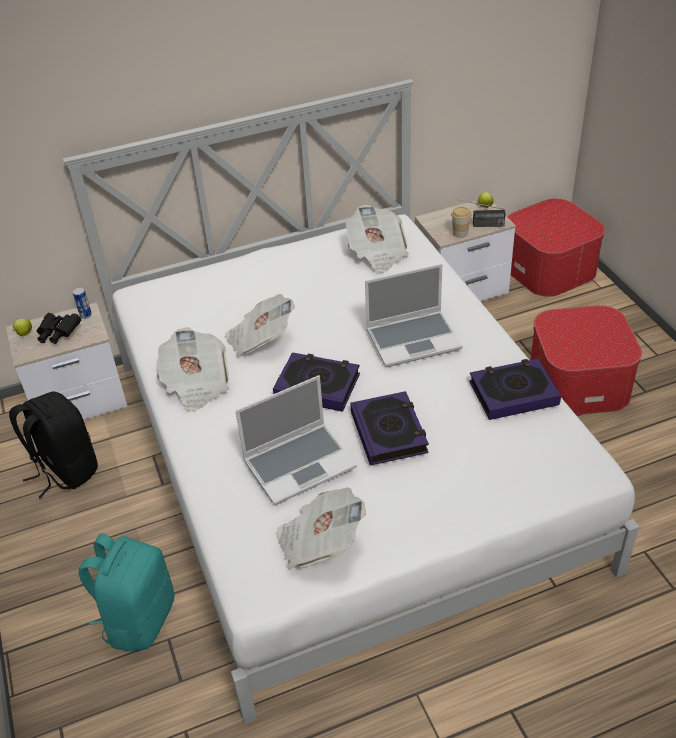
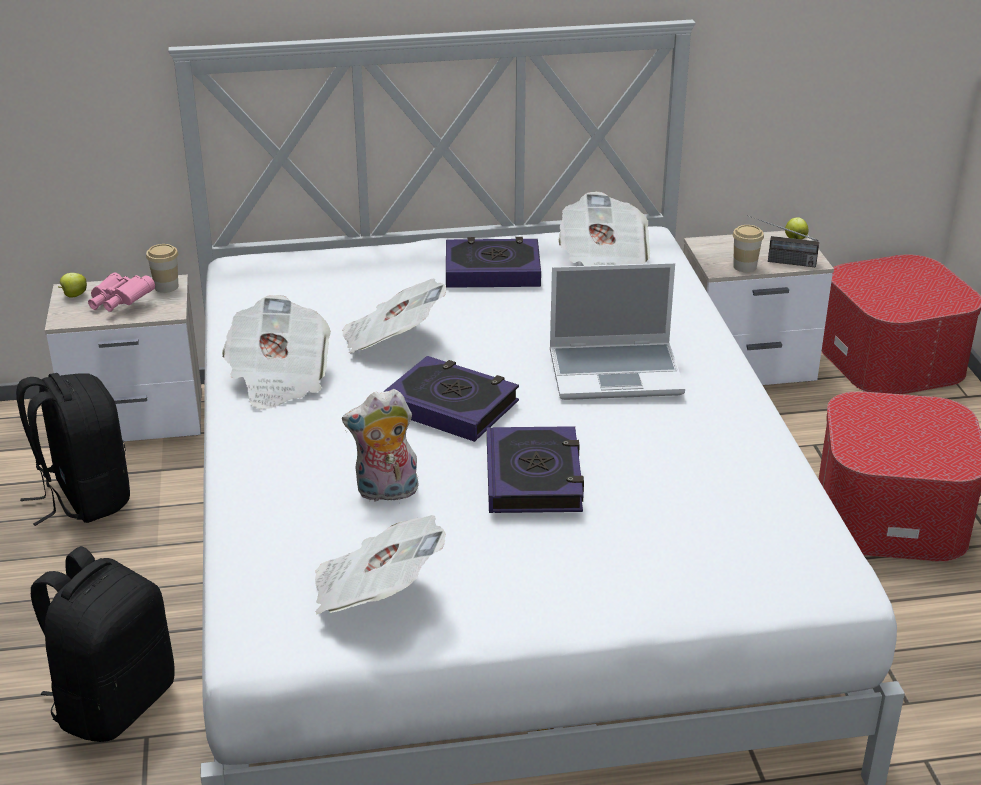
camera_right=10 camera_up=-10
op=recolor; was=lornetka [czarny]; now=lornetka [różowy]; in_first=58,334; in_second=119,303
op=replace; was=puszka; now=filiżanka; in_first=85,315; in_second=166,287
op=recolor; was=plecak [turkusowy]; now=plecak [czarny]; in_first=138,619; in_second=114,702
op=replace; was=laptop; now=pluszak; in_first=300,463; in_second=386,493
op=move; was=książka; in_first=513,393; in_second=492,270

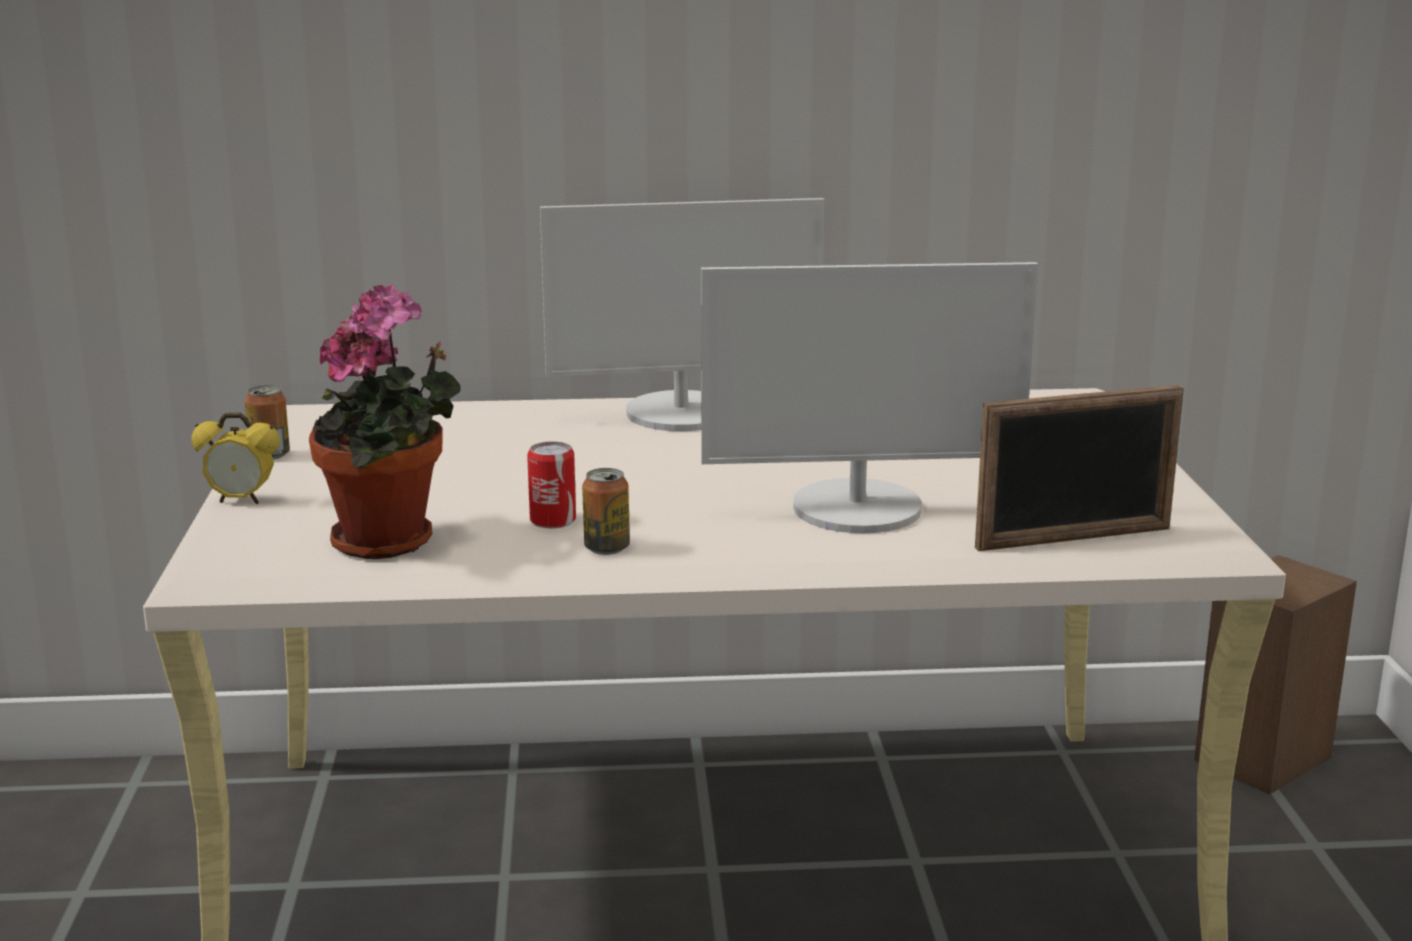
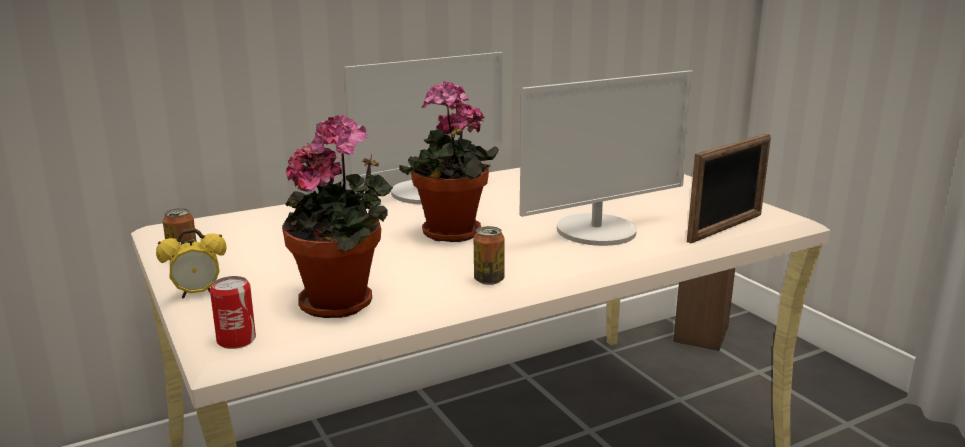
camera_right=-25 camera_up=0
op=move; was=puszka; in_first=553,520; in_second=236,340
op=insert; now=roślina doniczkowa; in_second=450,235

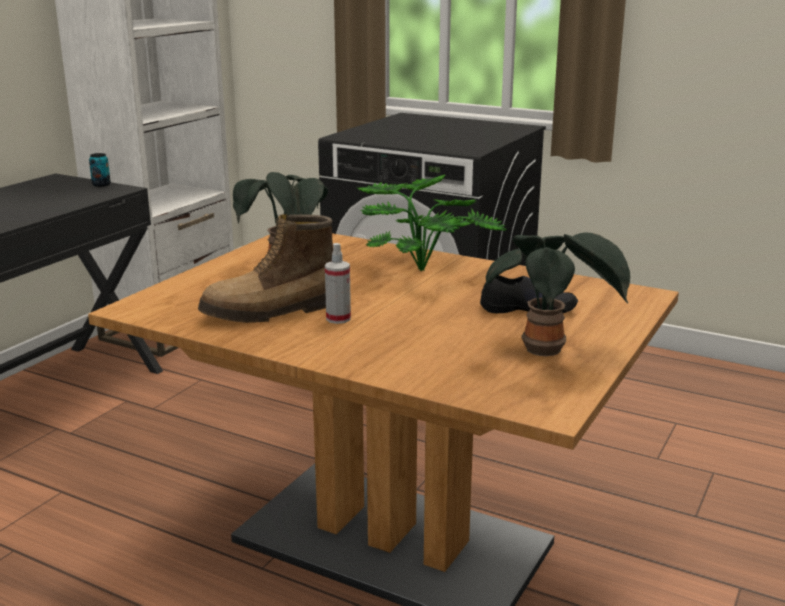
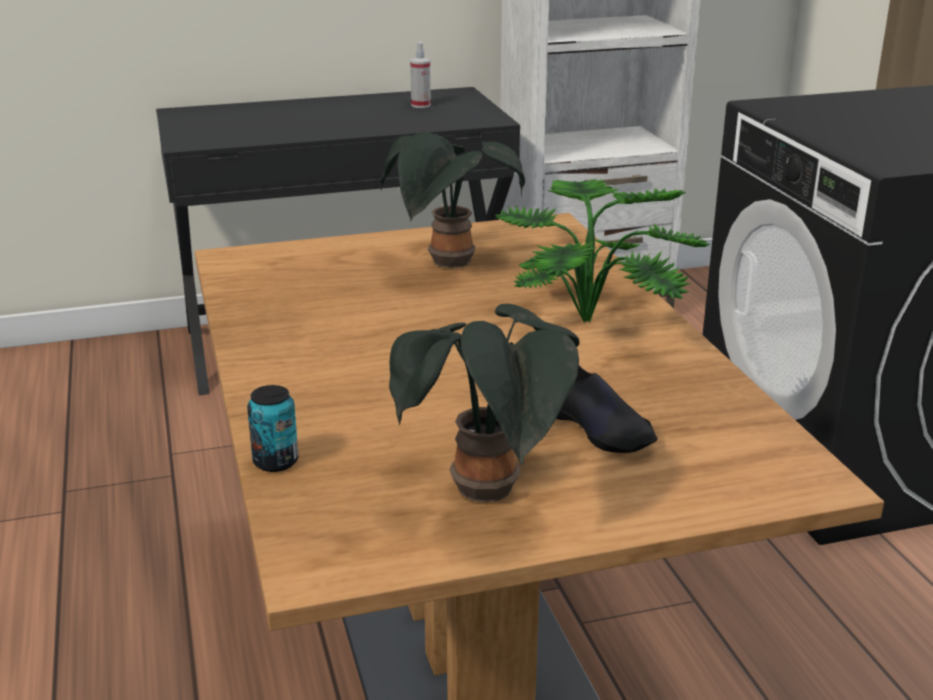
camera_right=45 camera_up=5
op=move; was=puszka; in_first=101,184; in_second=275,461
op=delete; was=but z cholewką; in_first=271,312
op=move; was=spryskiwacz; in_first=338,319; in_second=421,105

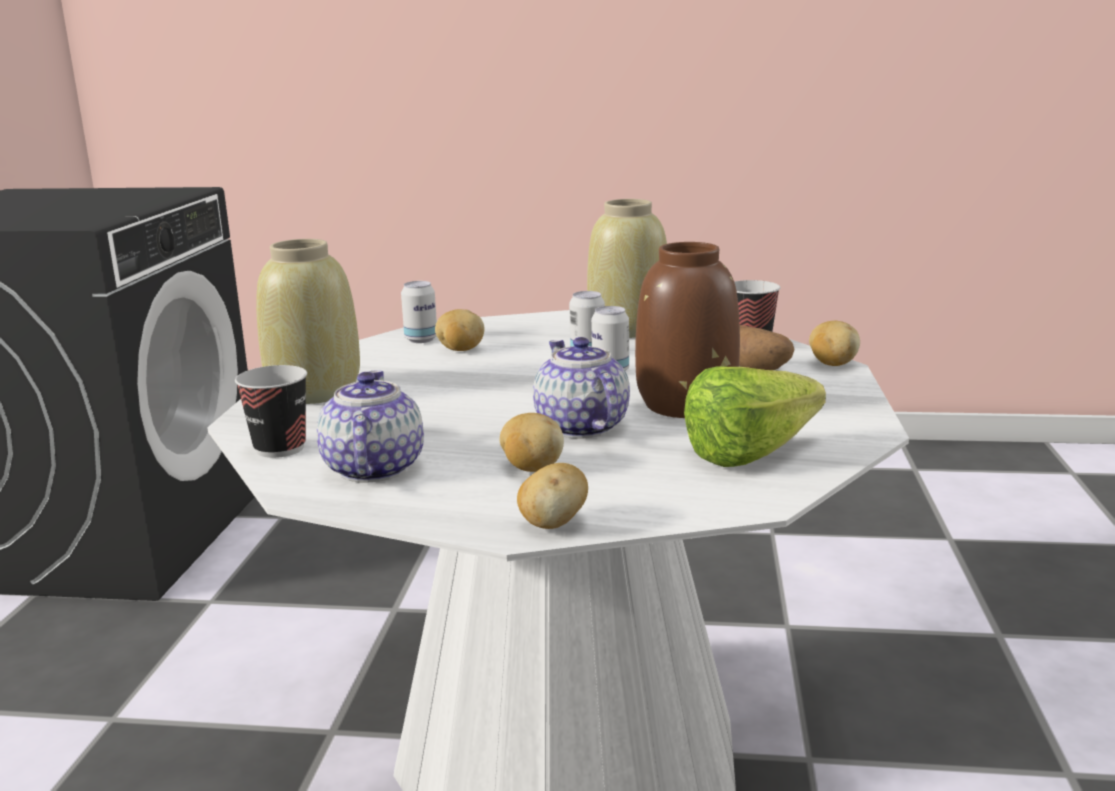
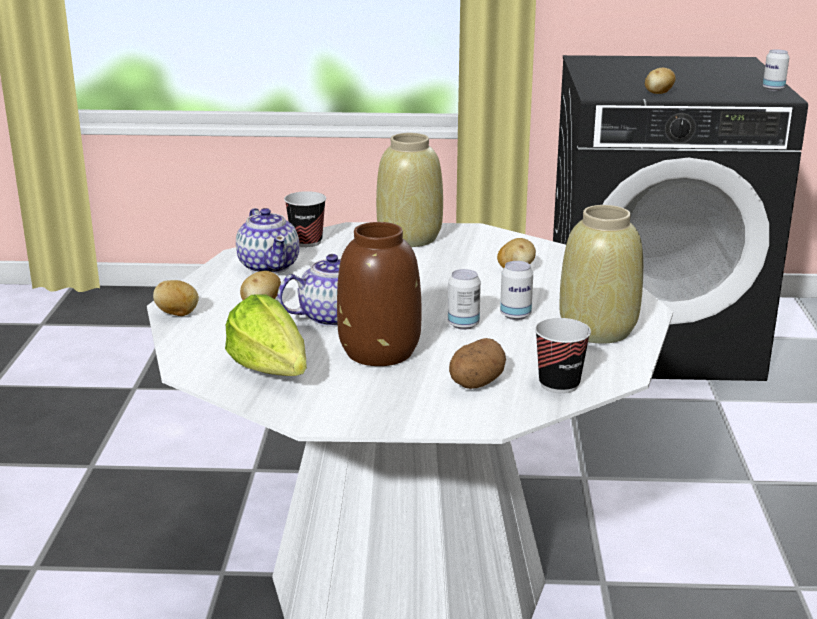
camera_right=85 camera_up=5
op=rotate; was=imbryk; in_first=372,469; in_second=269,266; clockwise=75
op=move; was=puszka; in_first=421,339; in_second=773,89
op=move; was=ziemniak; in_first=831,364; in_second=658,93

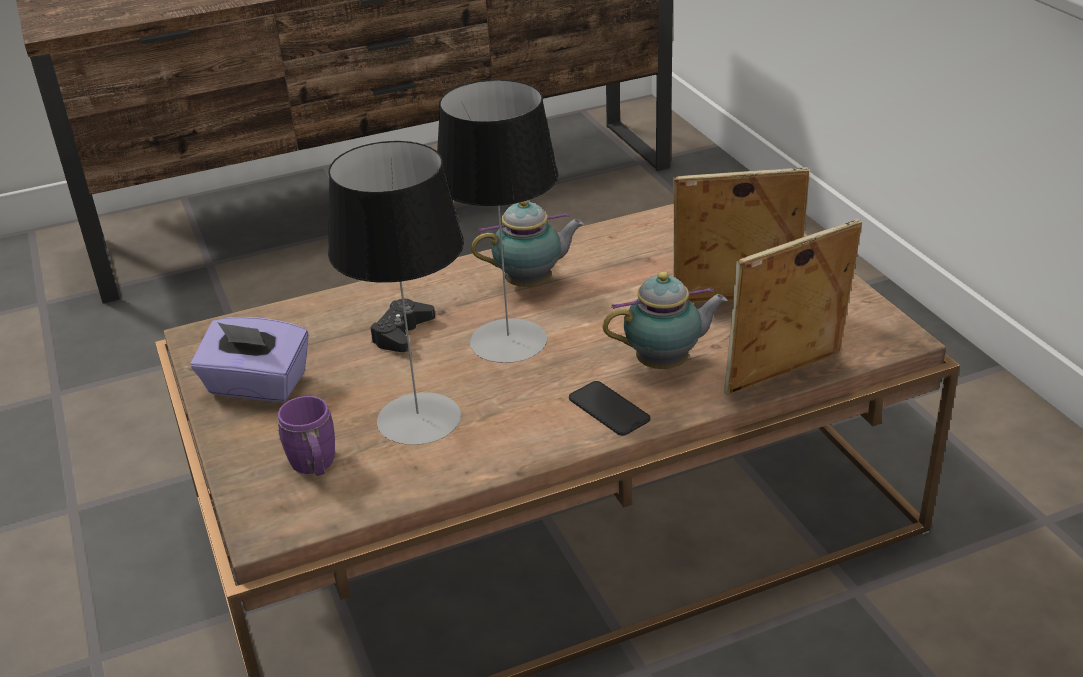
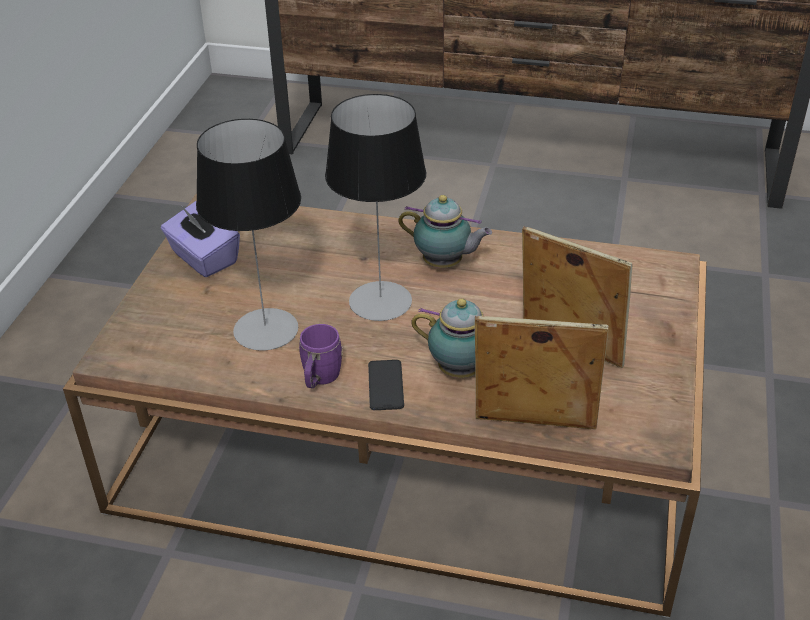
camera_right=35 camera_up=5
op=move; was=kubek [fioletowy]; in_first=315,467; in_second=319,379
op=delete; was=pad do gier [czarny]; in_first=402,333

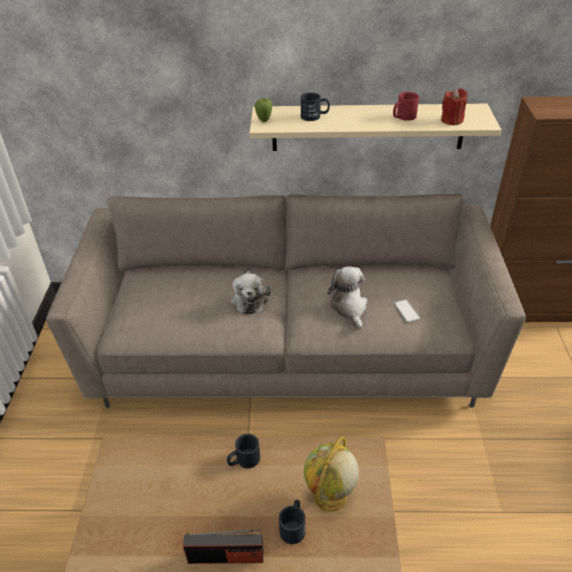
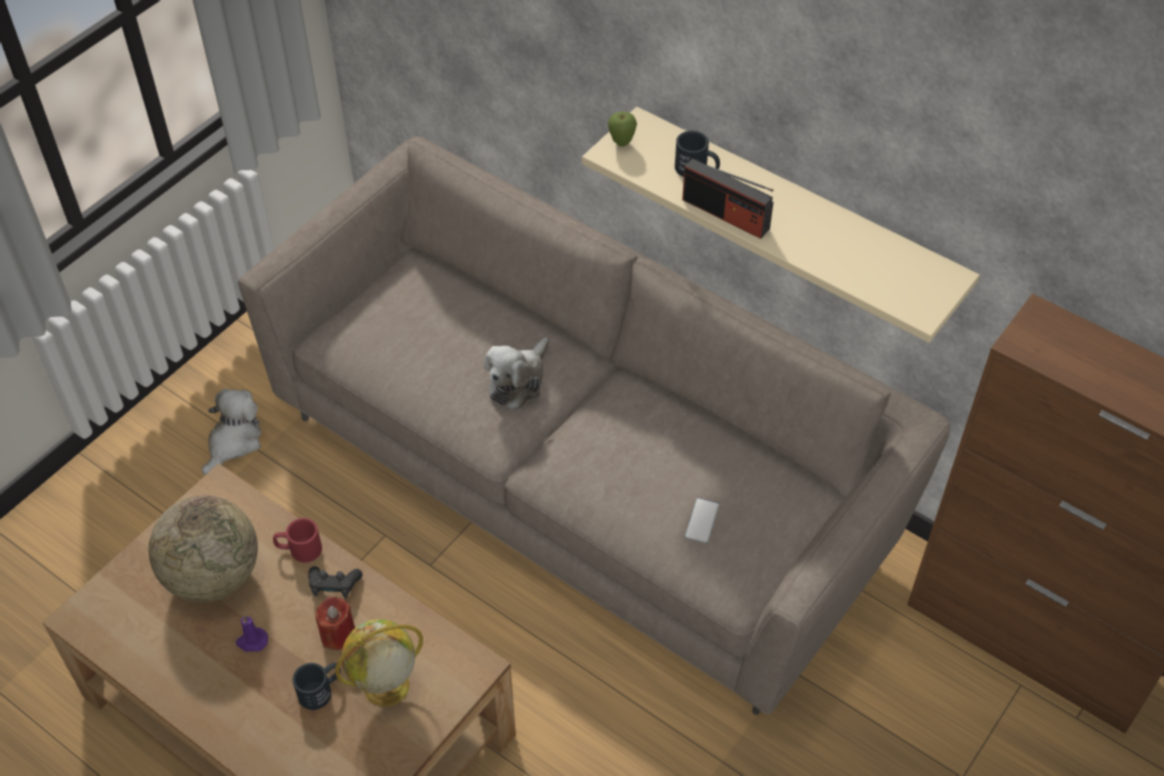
camera_right=35 camera_up=10
op=move; was=radio; in_first=226,556; in_second=725,214
op=replace; was=kubek [czarny]; now=pad do gier [czarny]; in_first=243,460; in_second=334,586
op=move; was=pluszak; in_first=349,307; in_second=233,442
op=move; was=kubek [czerwony]; in_first=403,117; in_second=299,549
op=move; was=świeca [czerwony]; in_first=452,120; in_second=338,634
op=insert; now=globus; in_second=213,576
op=insert; now=świeca [fioletowy]; in_second=252,641

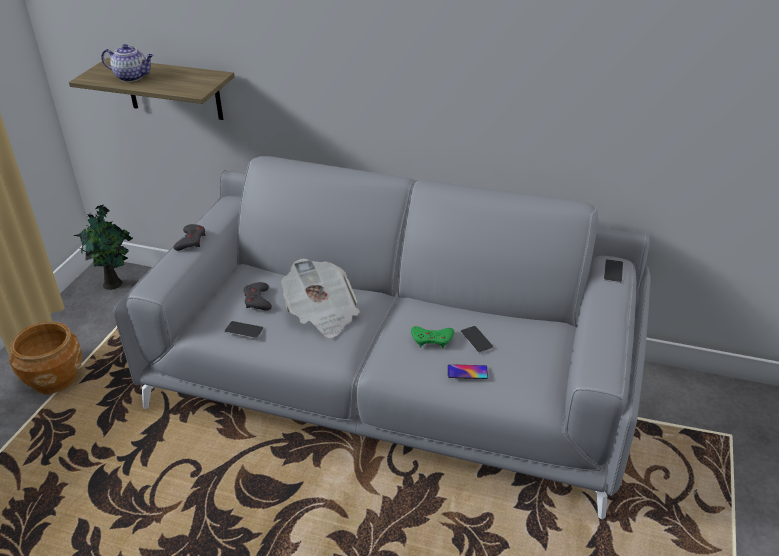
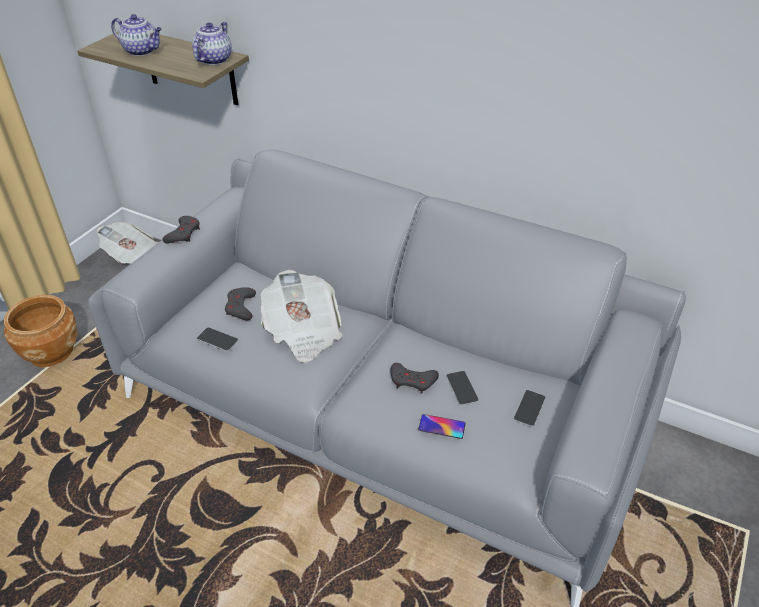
camera_right=10 camera_up=5
op=replace; was=roślina doniczkowa; now=gazeta; in_first=114,283; in_second=135,258
op=recolor; was=pad do gier [zielony]; now=pad do gier [szary]; in_first=432,339; in_second=412,380
op=move; was=telefon; in_first=613,271; in_second=529,408
op=insert; now=imbryk; in_second=214,59

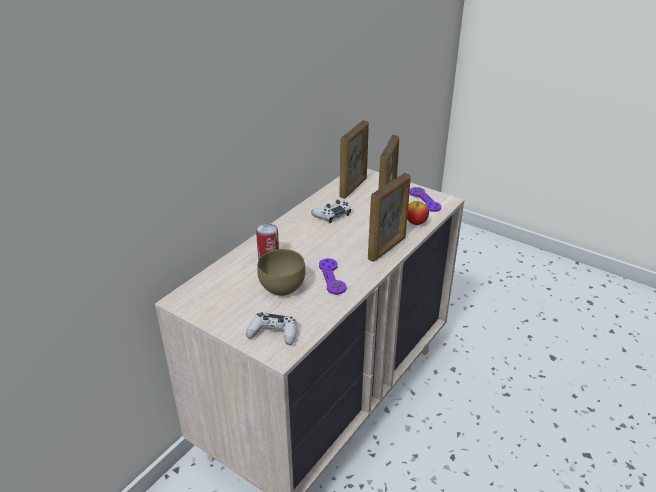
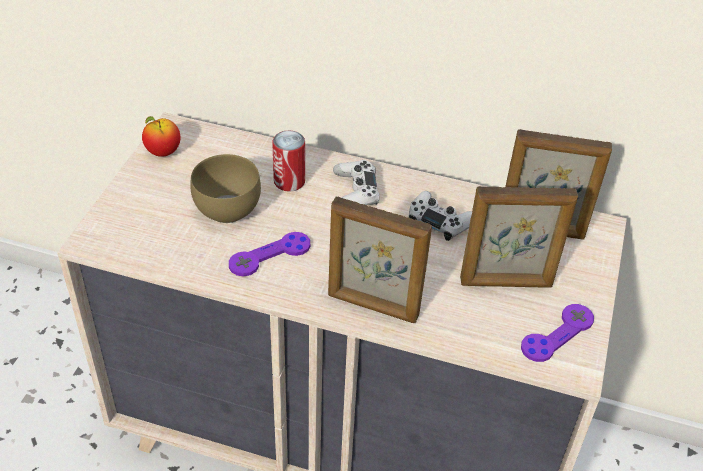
camera_right=70 camera_up=10
op=move; was=pad do gier [biały]; in_first=273,333; in_second=355,192
op=move; was=jabłko; in_first=415,223; in_second=163,152

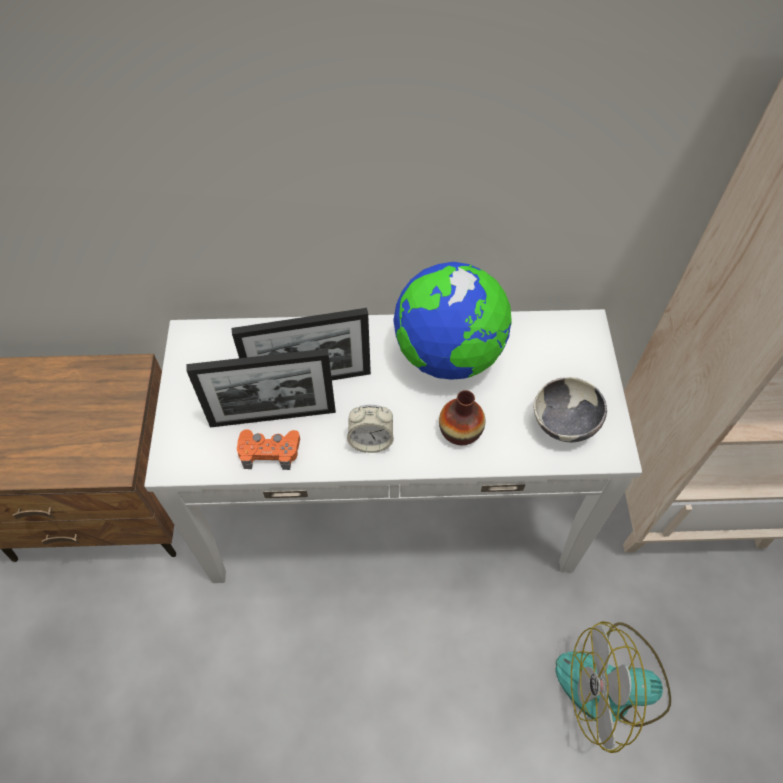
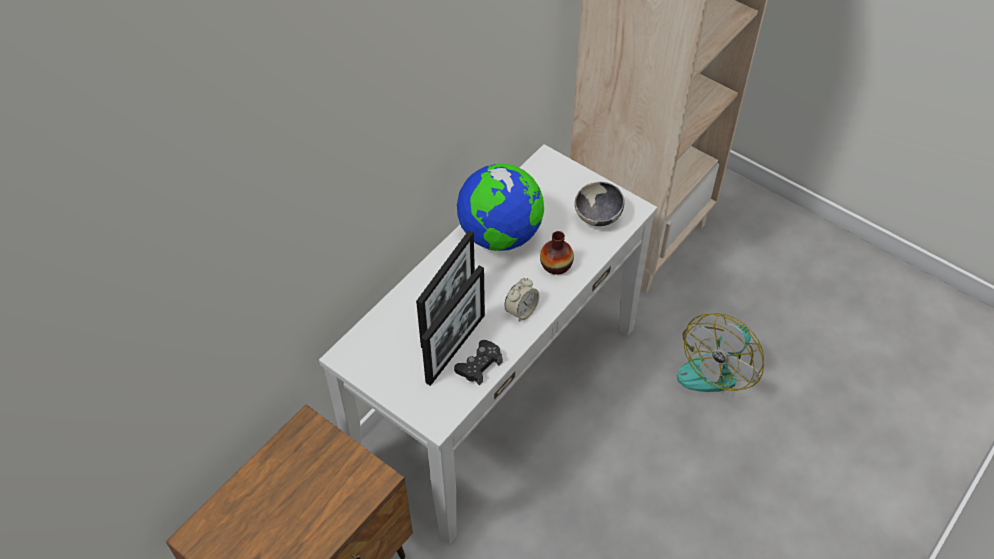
camera_right=-50 camera_up=-5
op=recolor; was=pad do gier [pomarańczowy]; now=pad do gier [czarny]; in_first=269,451; in_second=479,365

